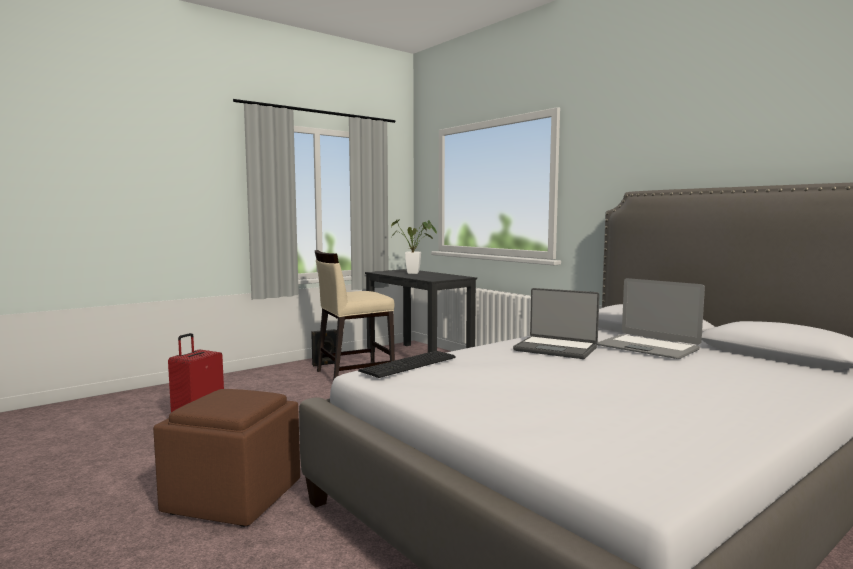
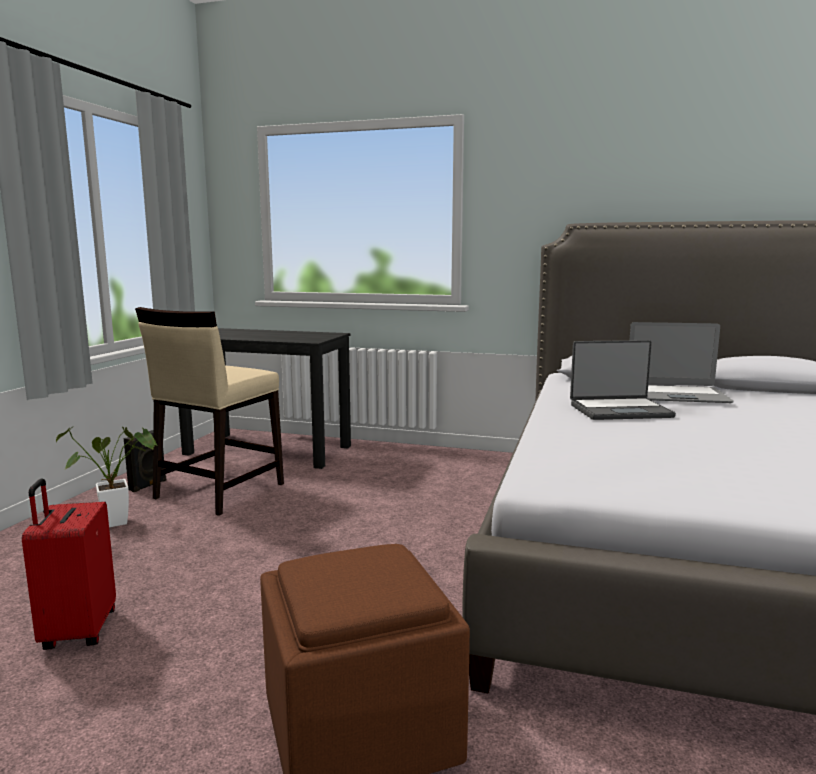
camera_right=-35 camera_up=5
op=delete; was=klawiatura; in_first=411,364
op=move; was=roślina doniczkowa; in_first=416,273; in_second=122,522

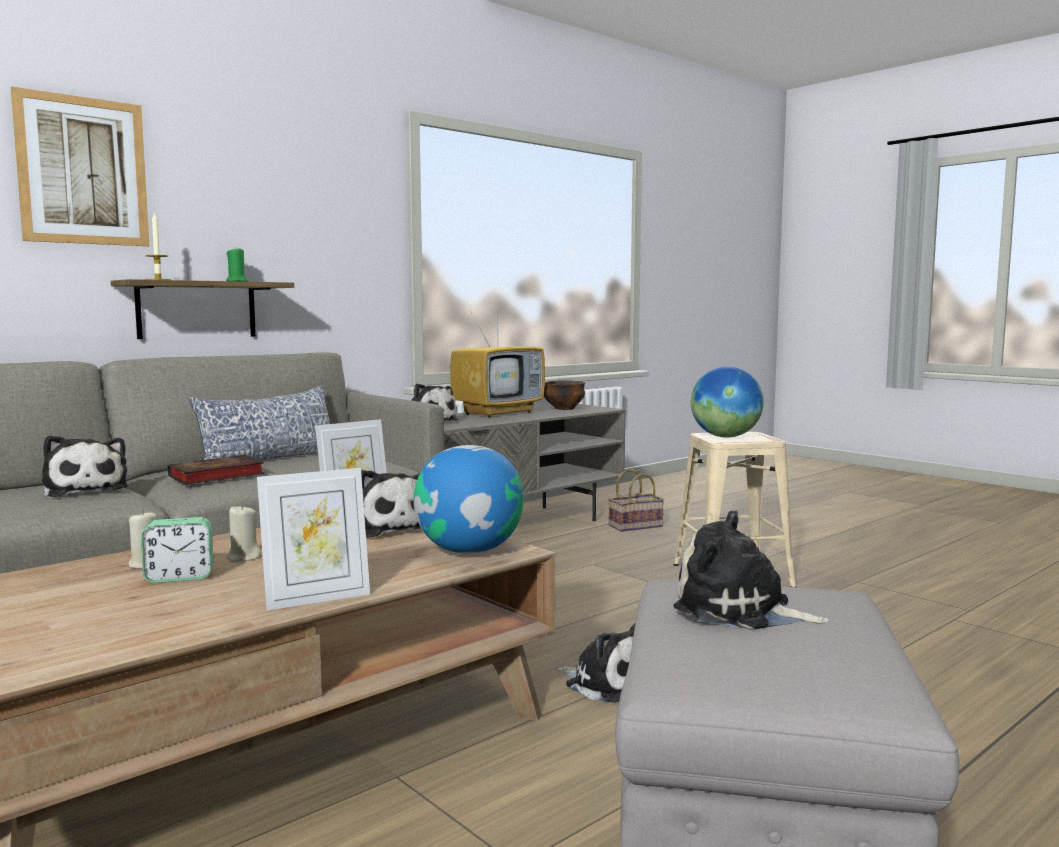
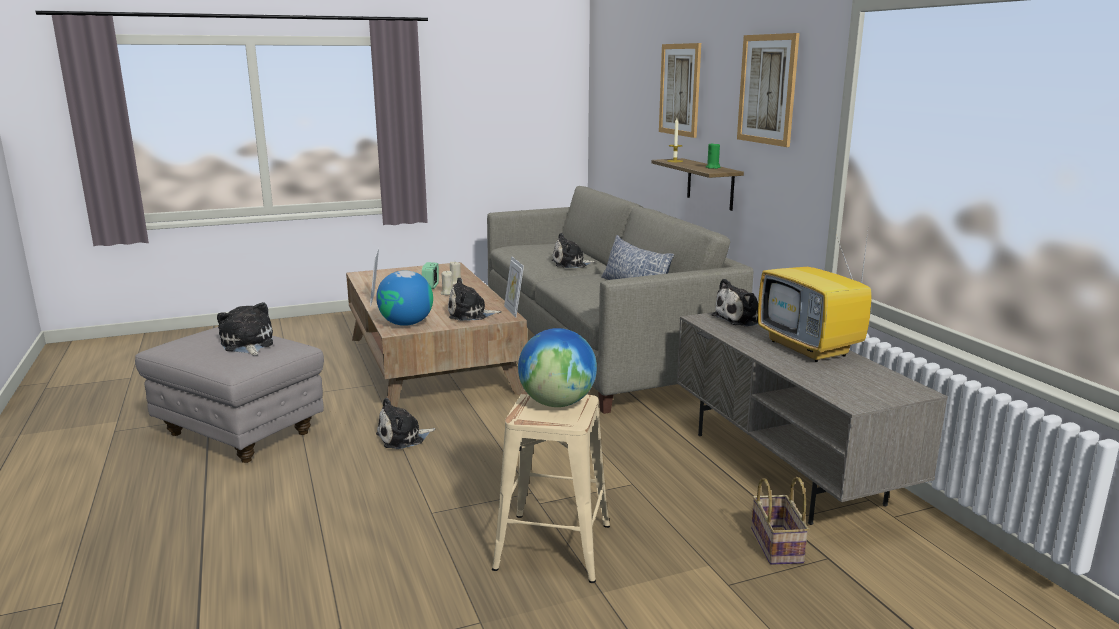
camera_right=110 camera_up=10
op=delete; was=książka; in_first=214,476
op=delete; was=miska; in_first=564,409
op=rotate; was=pluszak; in_first=739,610; in_second=247,344; clockwise=-75
op=insert; now=obraz; in_second=767,89

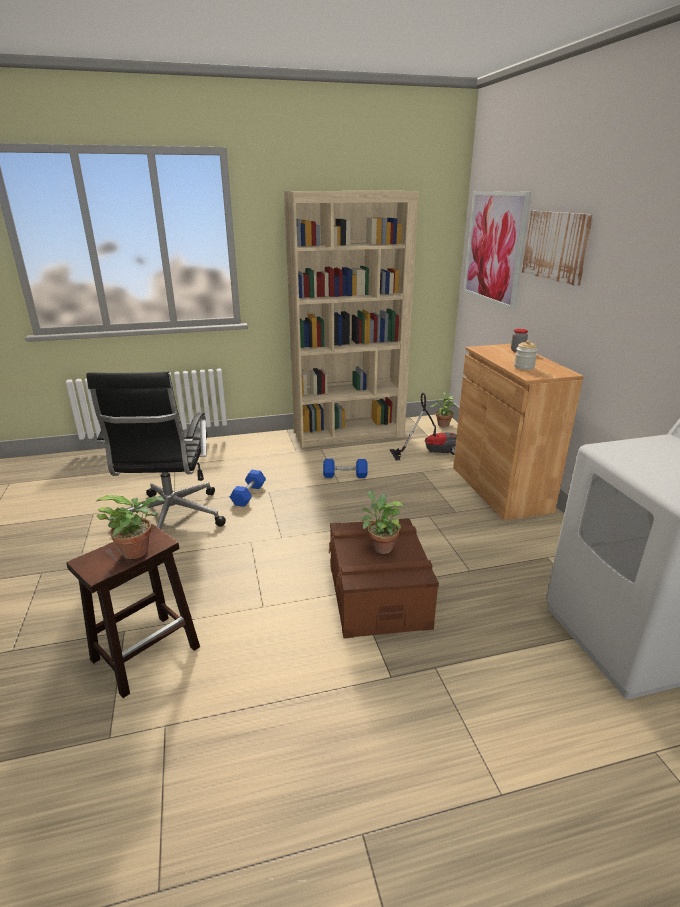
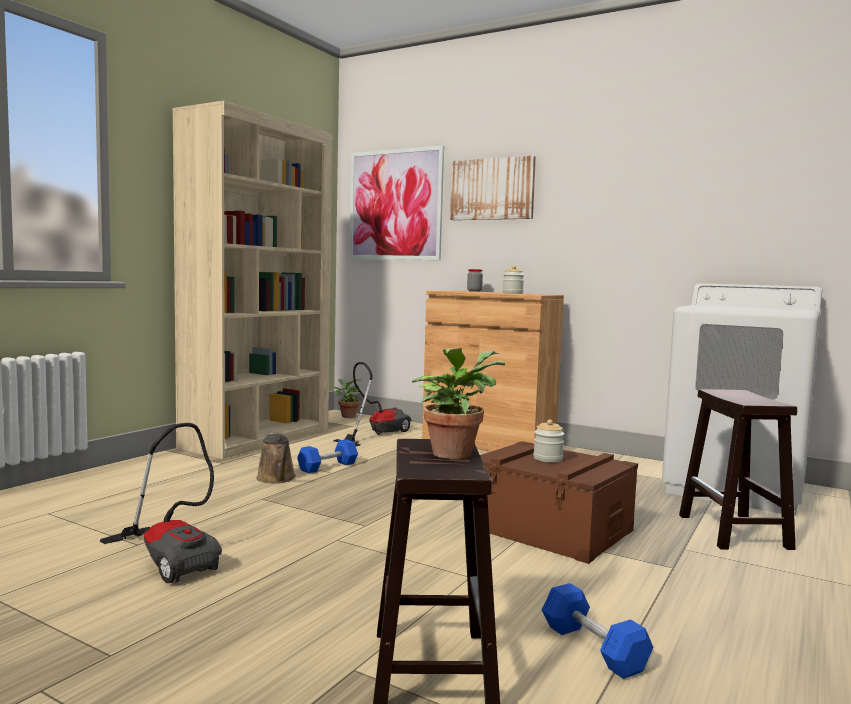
camera_right=-45 camera_up=-20
op=replace; was=krzesło biurowe [czarny]; now=odkurzacz; in_first=170,520; in_second=172,559
op=move; was=hantel [niebieski]; in_first=249,495; in_second=593,648
op=replace; was=roślina doniczkowa; now=słoik; in_first=380,547; in_second=548,458
op=insert; now=konewka [brązowy]; in_second=277,479
op=insert; now=stołek [brązowy]; in_second=734,532

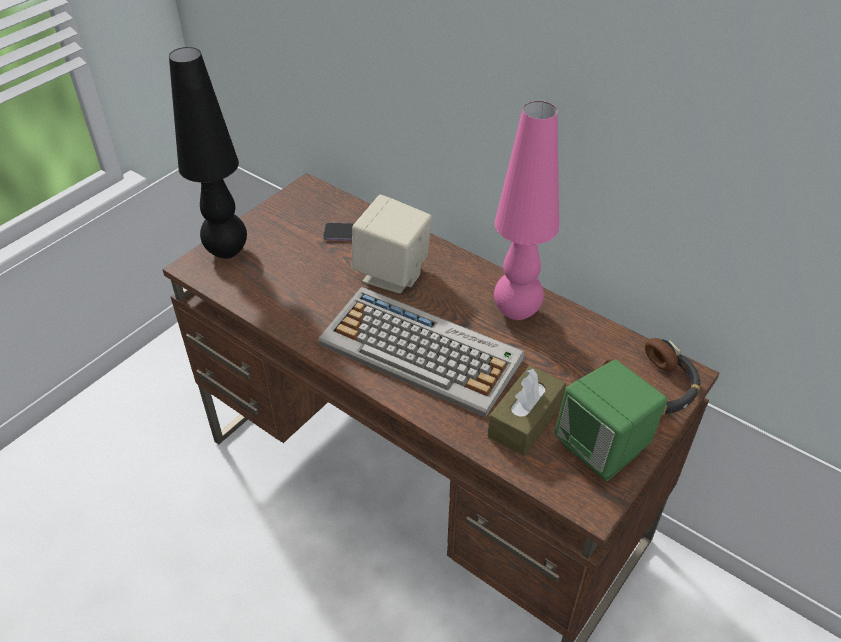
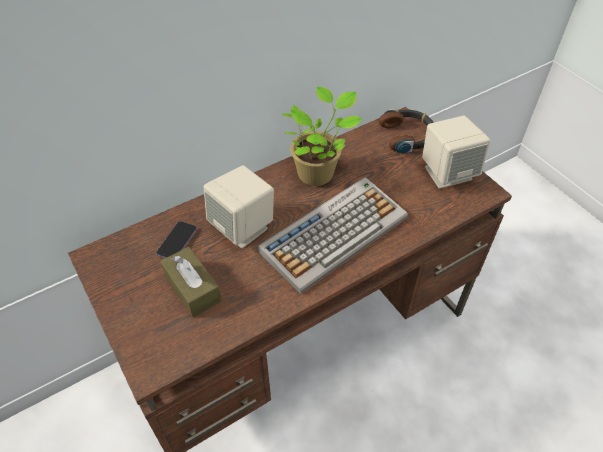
camera_right=-70 camera_up=5
op=delete; was=lampa stołowa [czarny]; in_first=227,251
op=move; was=pudełko chusteczek [brązowy]; in_first=525,420; in_second=193,288
op=replace; was=lampa stołowa [różowy]; now=roślina doniczkowa; in_first=516,312; in_second=318,172
op=recolor; was=głośnik [zielony]; now=głośnik [beżowy]; in_first=602,448; in_second=447,173

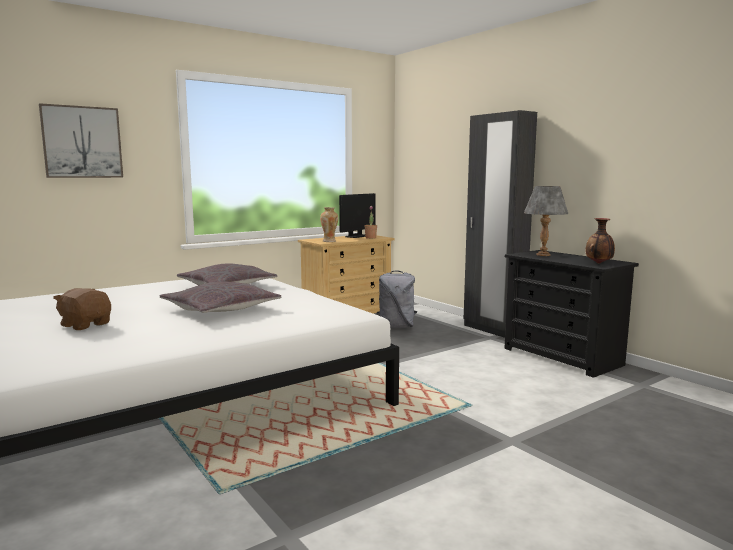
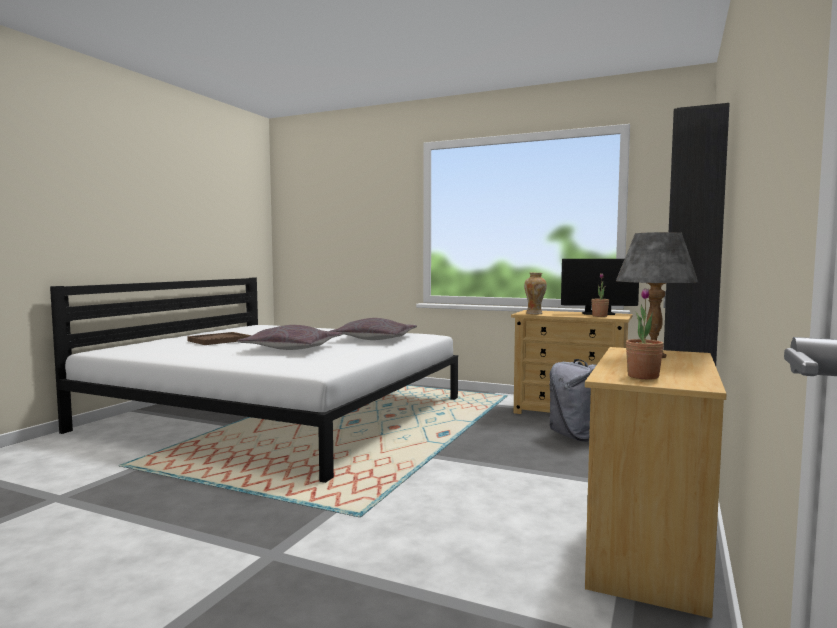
camera_right=60 camera_up=-5
op=delete; was=obraz; in_first=82,142
op=replace; was=pluszak [brązowy]; now=taca [brązowy]; in_first=86,325; in_second=219,340
op=recolor; was=komoda [czarny]; now=komoda [beżowy]; in_first=562,357; in_second=649,550
op=replace; was=wazon; now=roślina doniczkowa; in_first=599,263; in_second=643,376

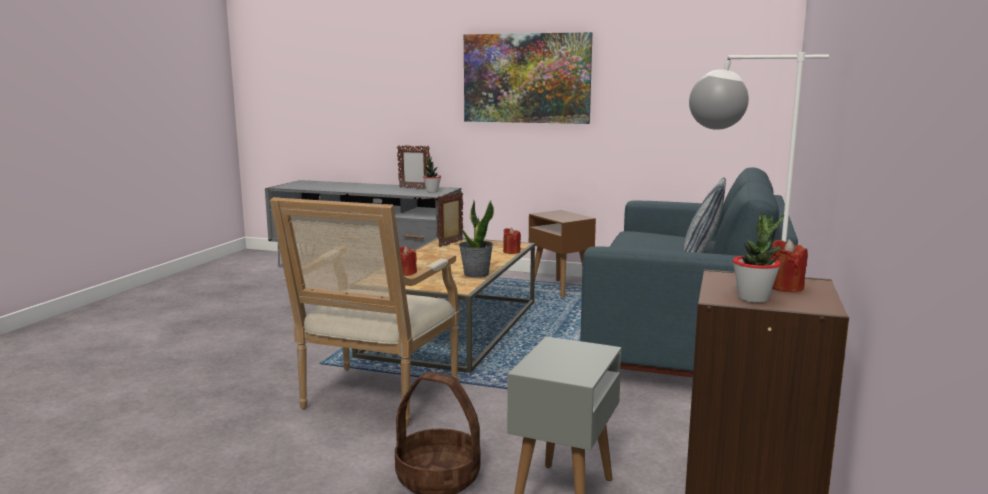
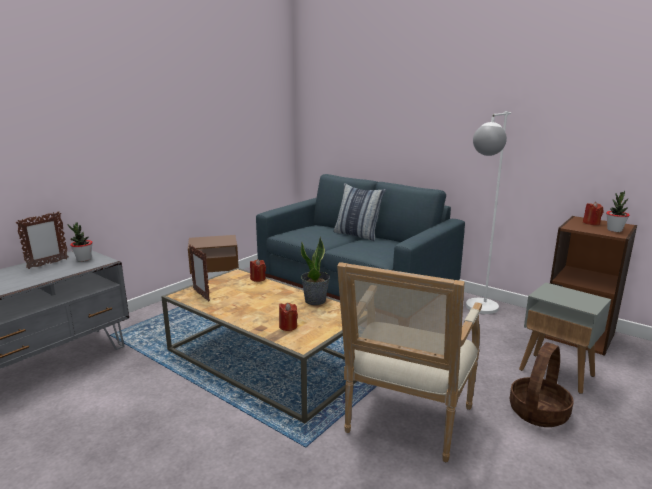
camera_right=-70 camera_up=5
op=rotate; was=fotel; in_first=374,399; in_second=404,423; clockwise=75
op=delete; was=obraz; in_first=526,78

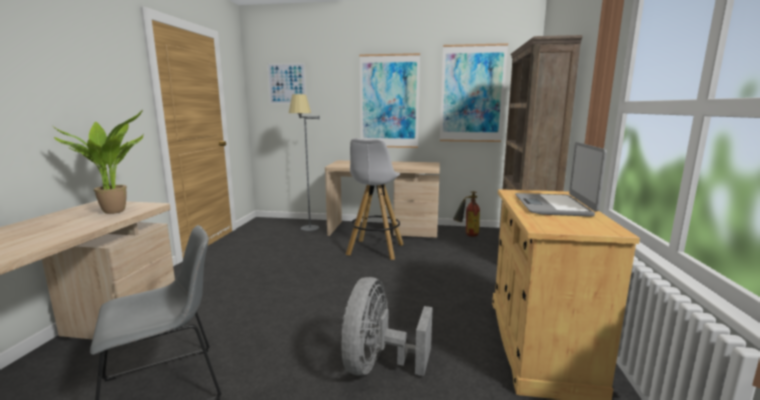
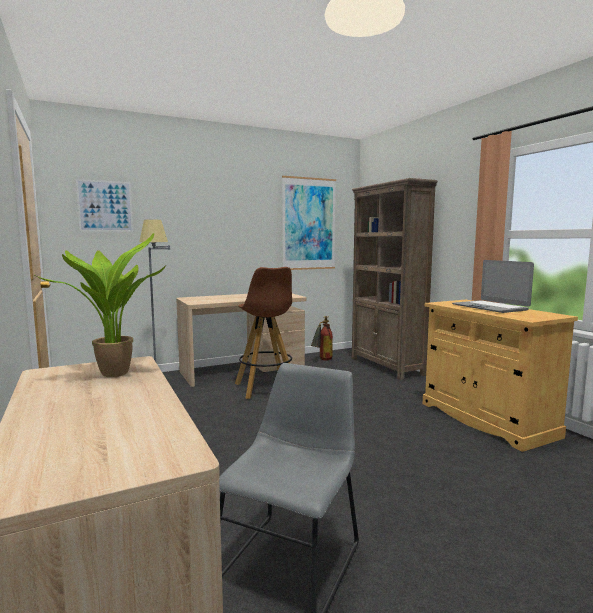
camera_right=-35 camera_up=-5
op=delete; was=wentylator [szary]; in_first=378,365
op=recolor; was=stołek [biały]; now=stołek [brązowy]; in_first=375,250; in_second=266,388
op=delete; was=obraz; in_first=389,102

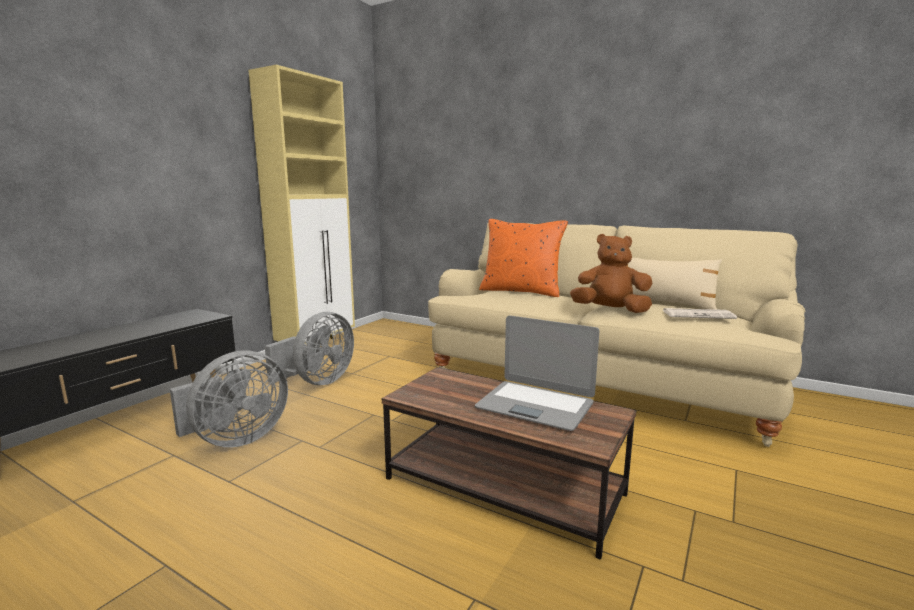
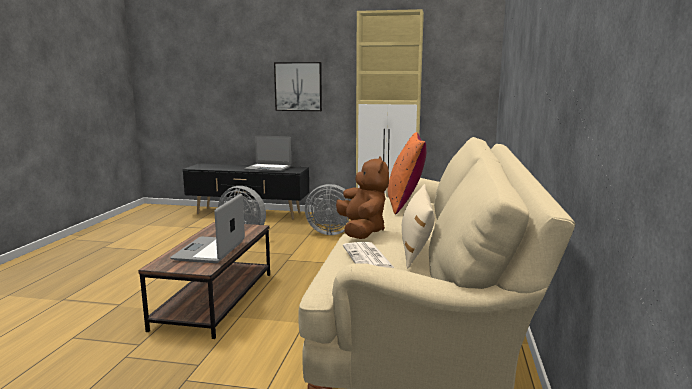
camera_right=70 camera_up=0
op=insert; now=laptop; in_second=268,168
op=insert; now=obraz; in_second=298,86

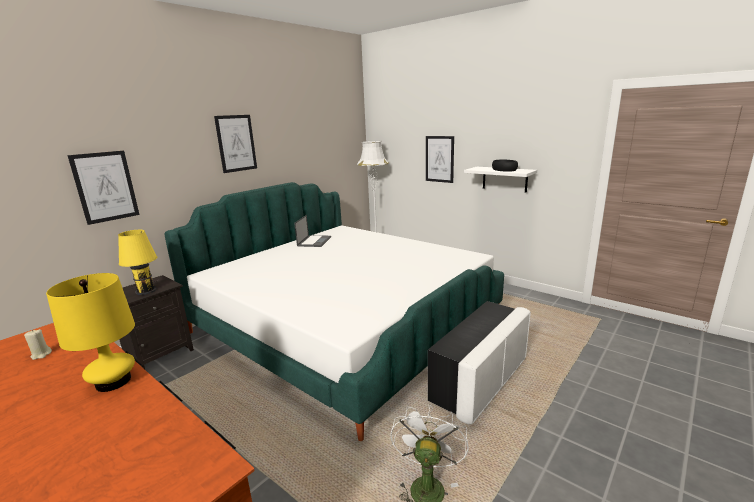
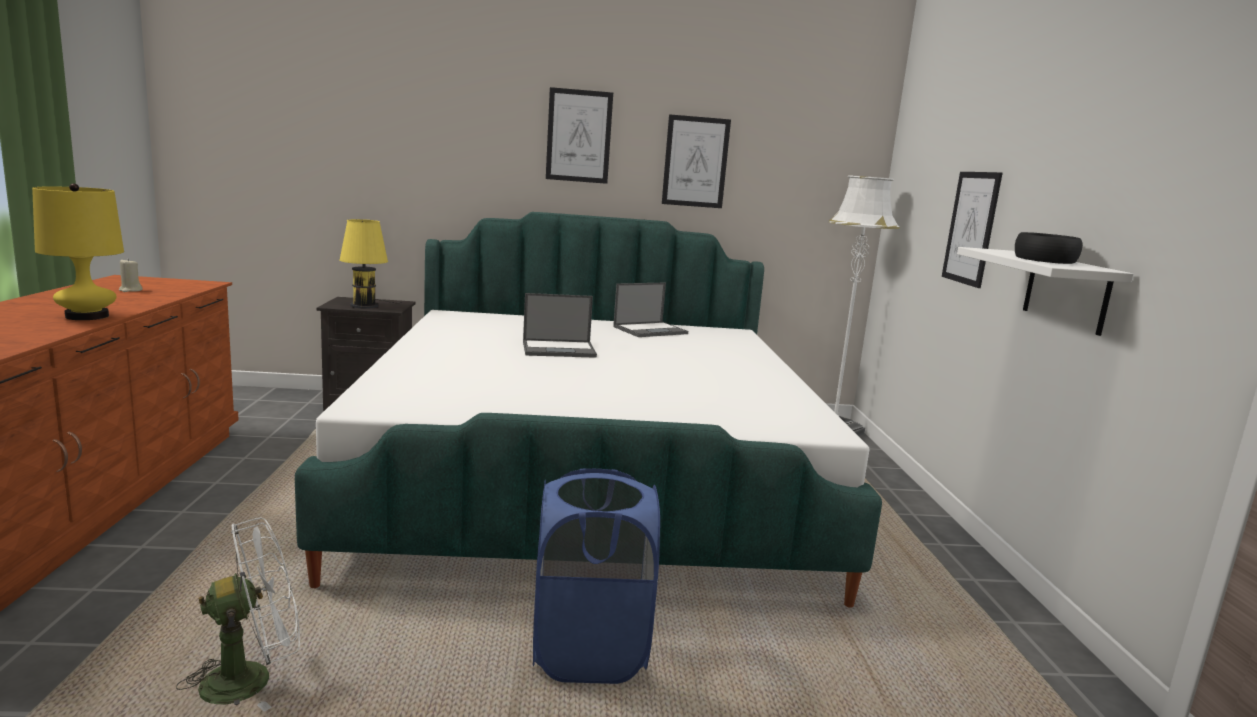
camera_right=45 camera_up=-5
op=move; was=obraz; in_first=105,187; in_second=695,162
op=replace; was=pufa [biały]; now=kosz na pranie [niebieski]; in_first=480,379; in_second=589,651
op=insert; now=laptop; in_second=559,349

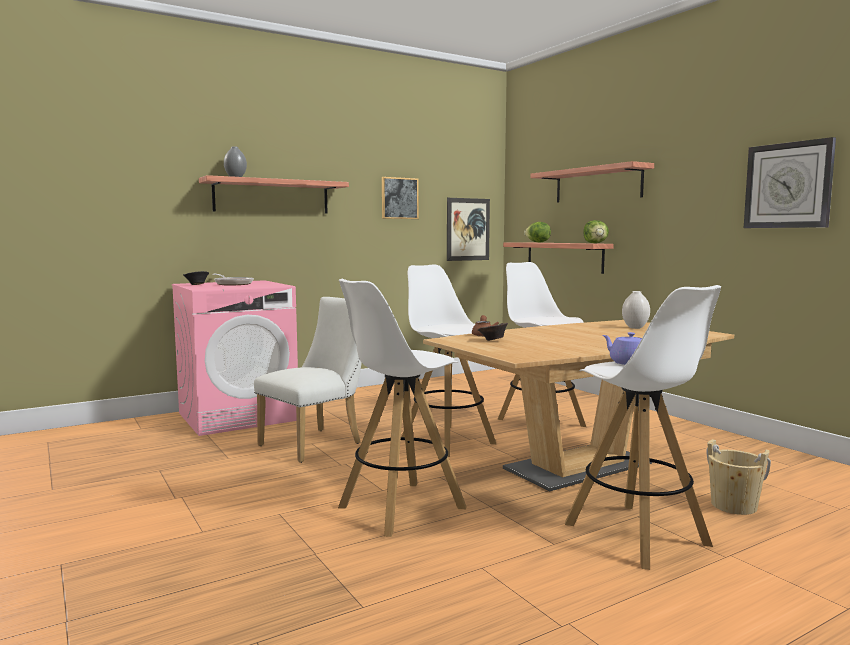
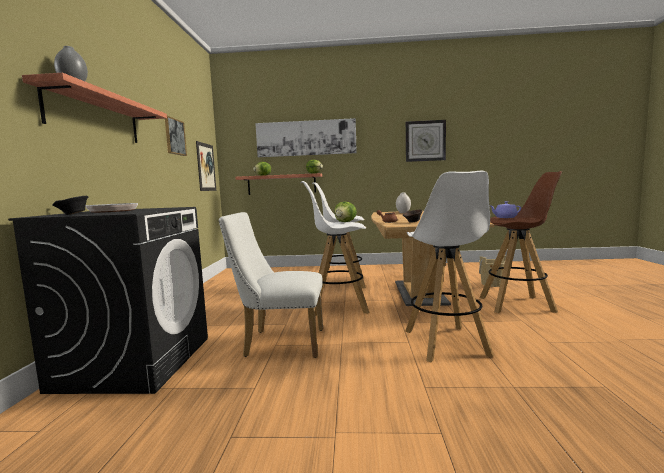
camera_right=-55 camera_up=0
op=recolor; was=pralka [różowy]; now=pralka [czarny]; in_first=238,416; in_second=136,362
op=rotate; was=krzesło [biały]; in_first=317,443; in_second=278,343; clockwise=-75
op=replace; was=półka; now=obraz; in_first=597,184; in_second=306,138
op=recolor; was=stołek [biały]; now=stołek [brązowy]; in_first=637,535; in_second=517,304
op=insert; now=sałata; in_second=345,222

